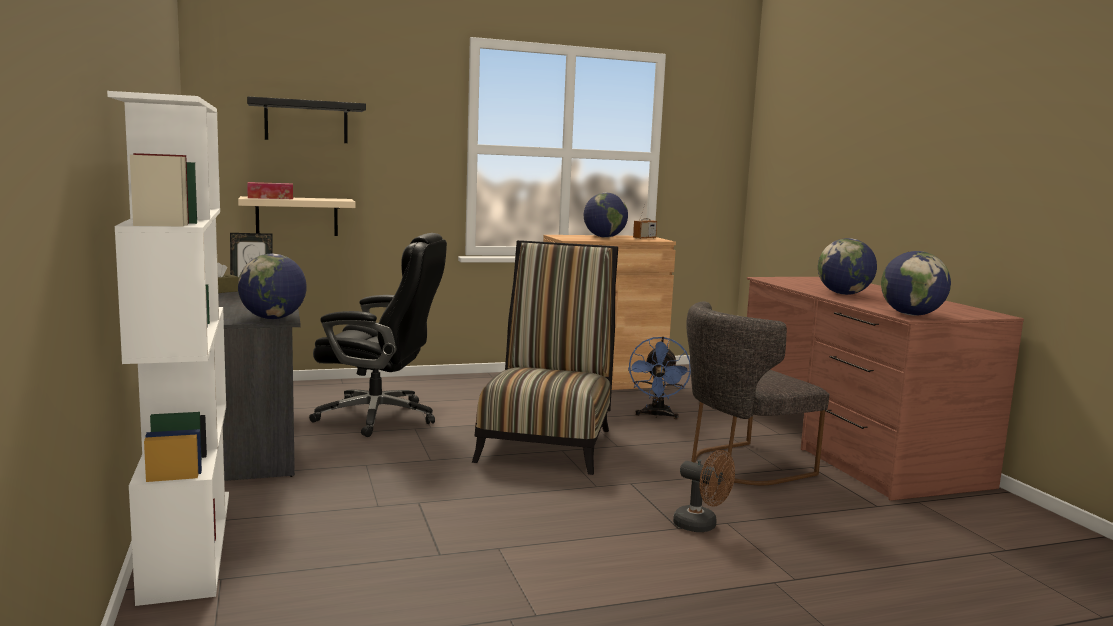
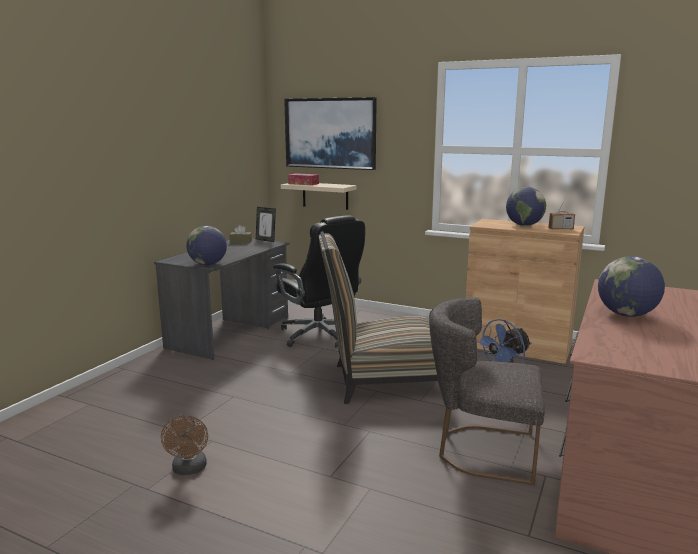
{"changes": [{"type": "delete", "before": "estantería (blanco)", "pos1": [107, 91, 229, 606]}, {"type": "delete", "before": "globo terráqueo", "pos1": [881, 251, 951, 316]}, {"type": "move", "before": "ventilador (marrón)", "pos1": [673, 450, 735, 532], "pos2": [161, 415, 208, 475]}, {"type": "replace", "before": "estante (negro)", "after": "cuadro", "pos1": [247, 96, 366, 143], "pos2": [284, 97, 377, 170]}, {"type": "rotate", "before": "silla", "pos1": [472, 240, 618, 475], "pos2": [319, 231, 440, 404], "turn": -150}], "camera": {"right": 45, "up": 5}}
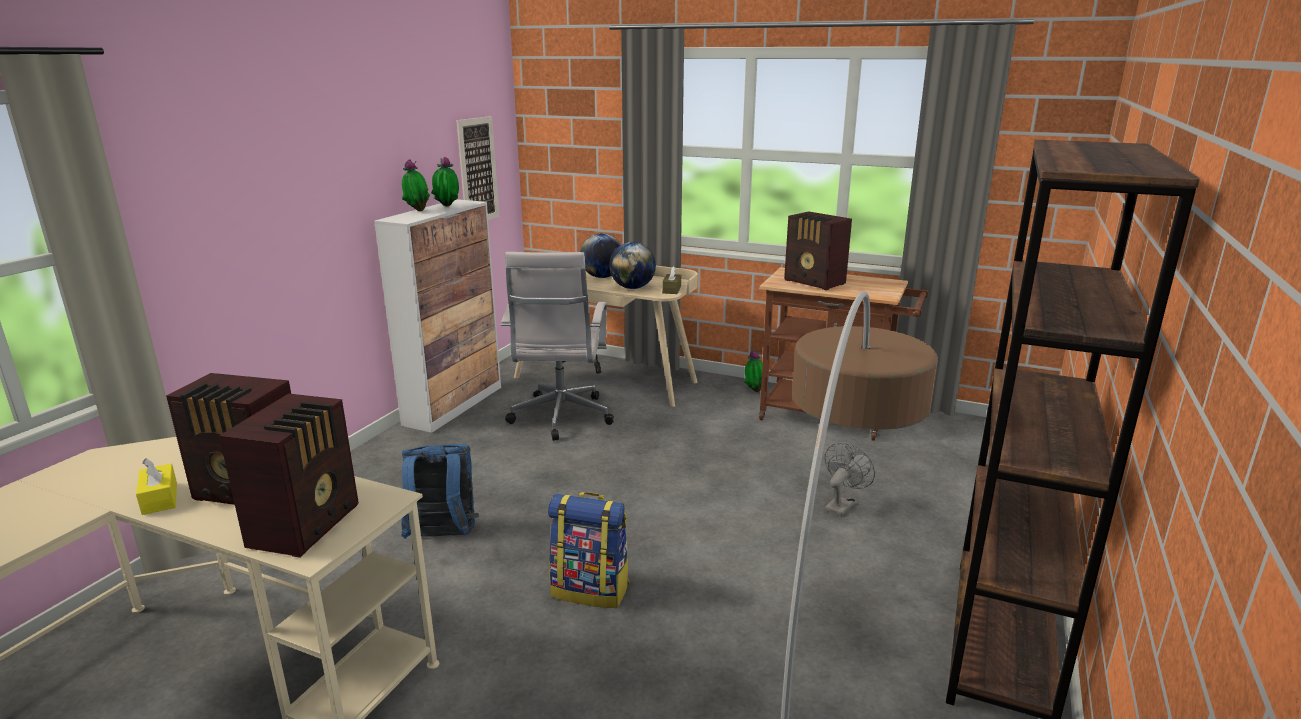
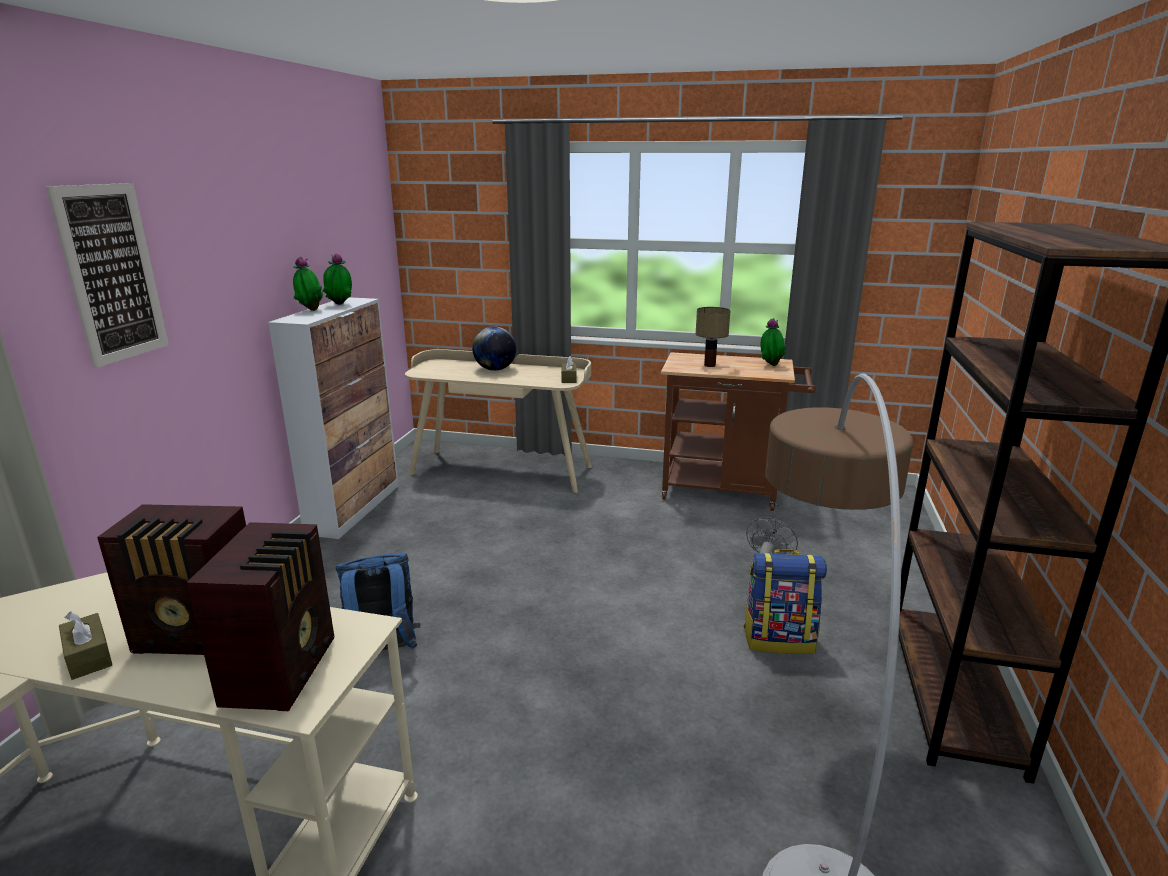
{"changes": [{"type": "delete", "before": "silla de oficina (blanco)", "pos1": [501, 252, 614, 441]}, {"type": "delete", "before": "globo terráqueo", "pos1": [609, 242, 656, 289]}, {"type": "move", "before": "cuadro", "pos1": [457, 116, 500, 220], "pos2": [46, 183, 169, 368]}, {"type": "move", "before": "mochila", "pos1": [548, 492, 630, 608], "pos2": [743, 549, 827, 654]}, {"type": "move", "before": "planta en maceta", "pos1": [744, 351, 763, 392], "pos2": [760, 318, 786, 366]}, {"type": "replace", "before": "radio", "after": "lámpara de mesa", "pos1": [784, 211, 852, 290], "pos2": [696, 307, 731, 367]}, {"type": "recolor", "before": "caja de pañuelos (amarillo)", "after": "caja de pañuelos (marrón)", "pos1": [136, 458, 177, 515], "pos2": [59, 611, 112, 680]}], "camera": {"right": -10, "up": 0}}
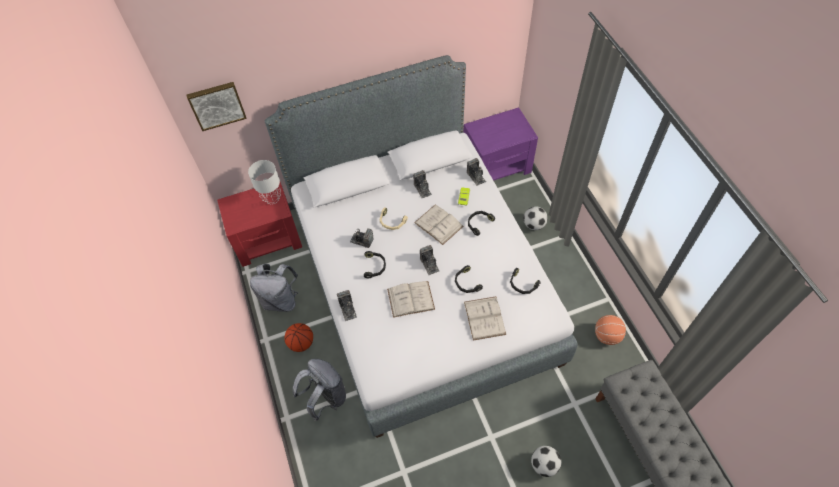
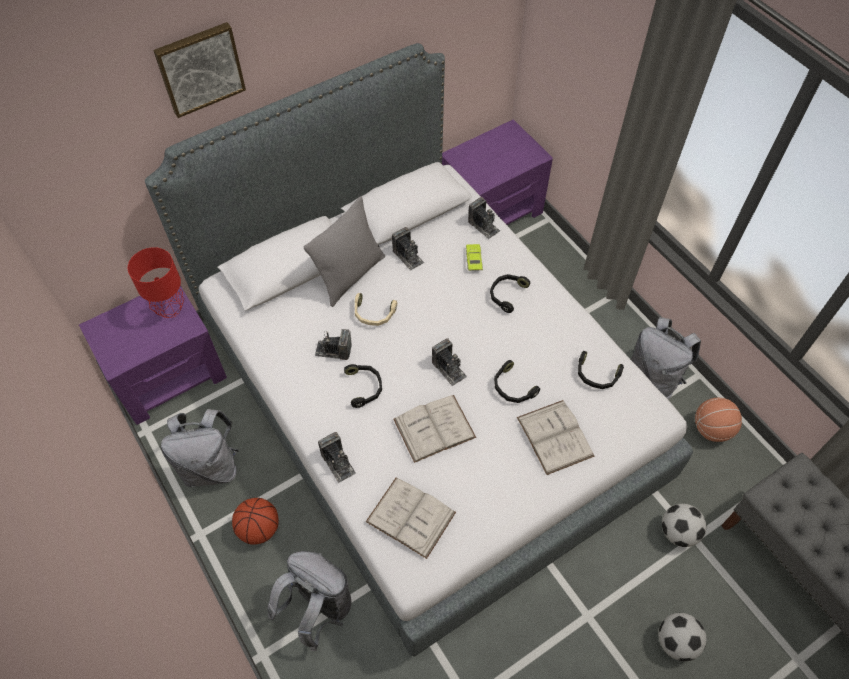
{"changes": [{"type": "insert", "after": "cojín (gris)", "pos2": [303, 196, 385, 307]}, {"type": "insert", "after": "mochila (gris)", "pos2": [631, 317, 701, 399]}, {"type": "move", "before": "cuadro", "pos1": [186, 82, 247, 131], "pos2": [153, 22, 246, 118]}, {"type": "move", "before": "libro (blanco)", "pos1": [414, 205, 463, 245], "pos2": [366, 477, 456, 559]}, {"type": "move", "before": "balón de fútbol", "pos1": [523, 206, 548, 230], "pos2": [662, 504, 706, 547]}, {"type": "recolor", "before": "mesita de noche (rojo)", "after": "mesita de noche (morado)", "pos1": [217, 182, 302, 267], "pos2": [79, 286, 227, 425]}, {"type": "recolor", "before": "lámpara de mesa (gris)", "after": "lámpara de mesa (rojo)", "pos1": [248, 160, 281, 204], "pos2": [128, 247, 184, 318]}], "camera": {"right": -15, "up": 0}}
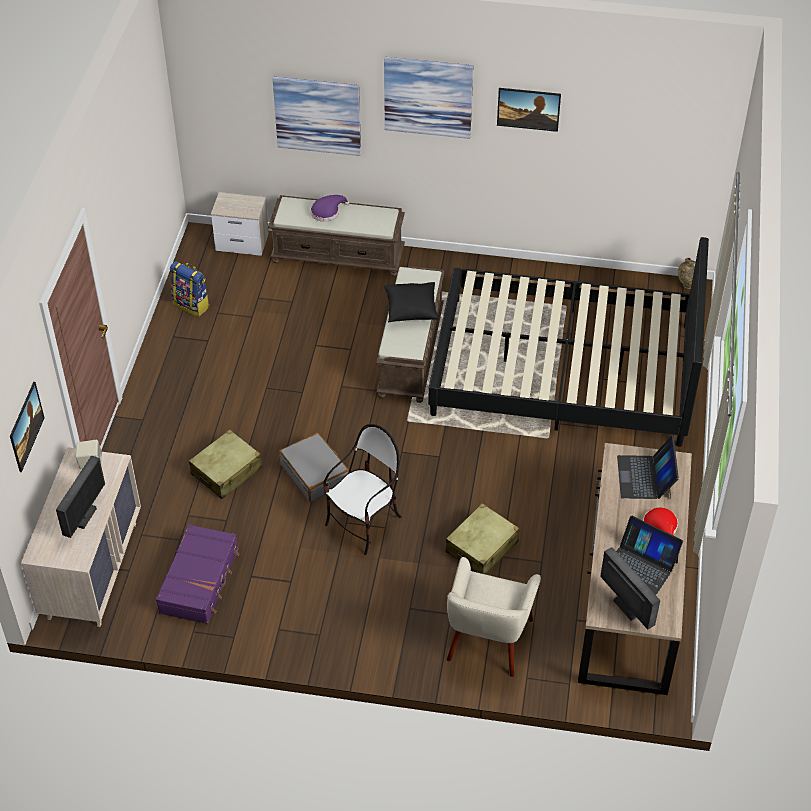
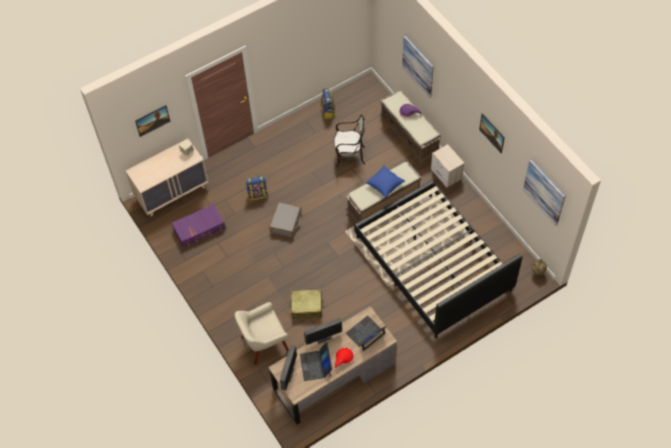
{"changes": [{"type": "move", "before": "monitor", "pos1": [56, 456, 105, 538], "pos2": [304, 318, 342, 345]}, {"type": "move", "before": "mesita de noche", "pos1": [211, 192, 269, 256], "pos2": [431, 144, 464, 188]}, {"type": "move", "before": "silla", "pos1": [323, 424, 402, 555], "pos2": [334, 115, 365, 167]}, {"type": "move", "before": "cuadro", "pos1": [384, 57, 473, 139], "pos2": [523, 160, 565, 226]}, {"type": "replace", "before": "maleta (beis)", "after": "mochila", "pos1": [189, 429, 263, 499], "pos2": [246, 175, 268, 200]}, {"type": "recolor", "before": "cojín (negro)", "after": "cojín (azul)", "pos1": [384, 282, 439, 322], "pos2": [365, 165, 405, 198]}], "camera": {"right": 50, "up": 10}}
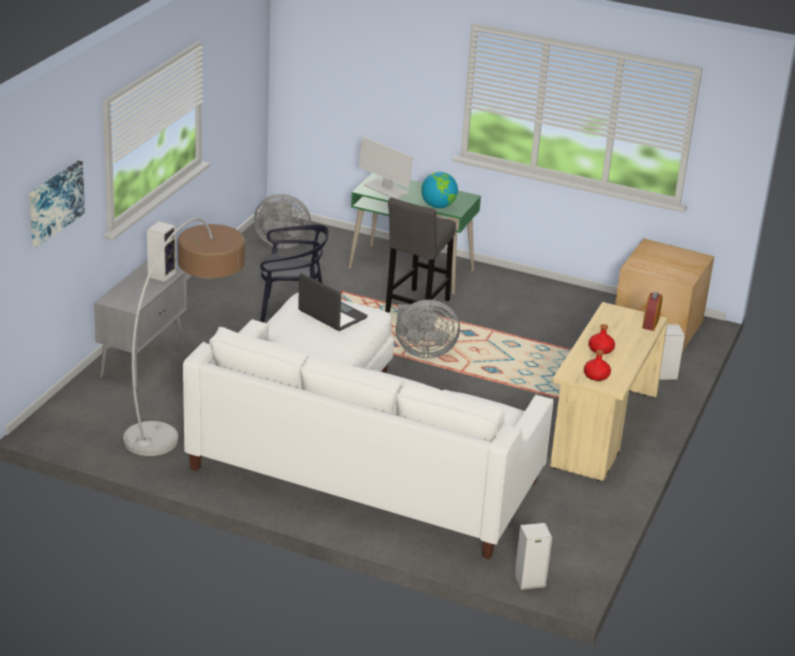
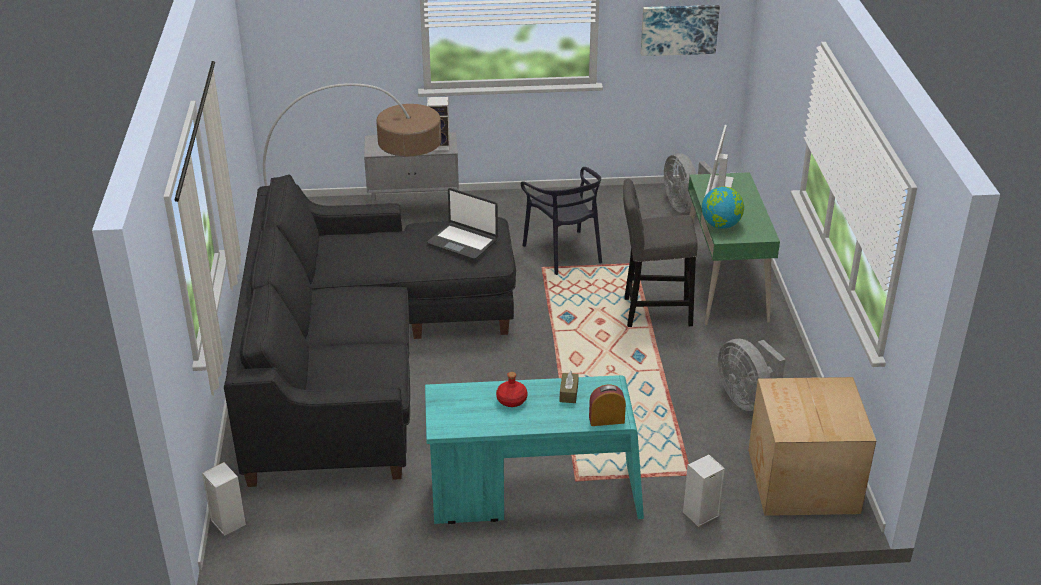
{"changes": [{"type": "delete", "before": "botella (rojo)", "pos1": [584, 350, 611, 381]}, {"type": "insert", "after": "caja de pañuelos (marrón)", "pos2": [560, 371, 579, 403]}, {"type": "move", "before": "cuadro", "pos1": [29, 160, 85, 247], "pos2": [641, 5, 720, 56]}, {"type": "move", "before": "ventilador (gris)", "pos1": [396, 300, 460, 359], "pos2": [718, 339, 786, 411]}, {"type": "recolor", "before": "sofá (blanco)", "after": "sofá (negro)", "pos1": [183, 292, 554, 559], "pos2": [224, 174, 516, 487]}, {"type": "recolor", "before": "escritorio (beis)", "after": "escritorio (turquesa)", "pos1": [550, 302, 668, 481], "pos2": [425, 375, 644, 524]}, {"type": "rotate", "before": "portátil", "pos1": [298, 273, 367, 331], "pos2": [427, 188, 498, 260], "turn": 105}], "camera": {"right": 65, "up": 5}}
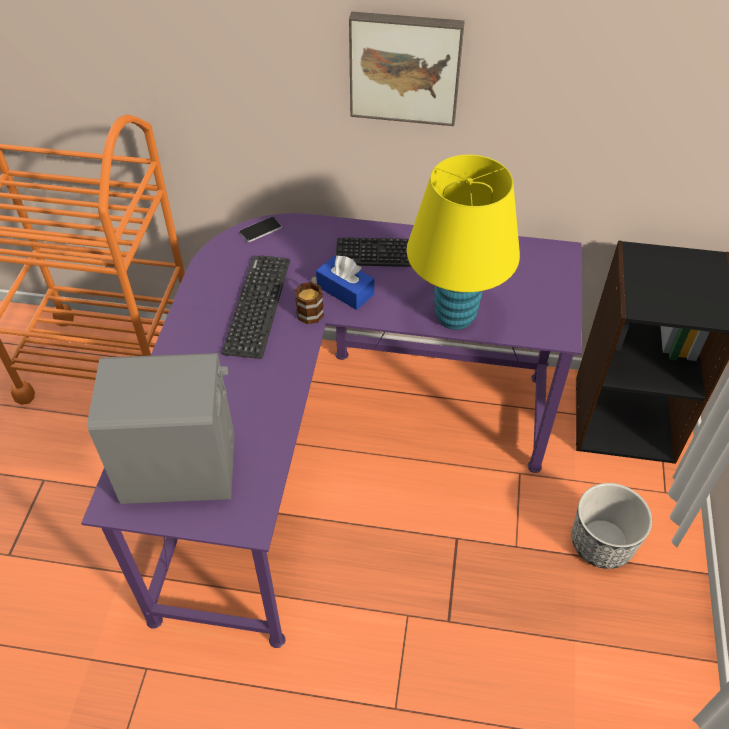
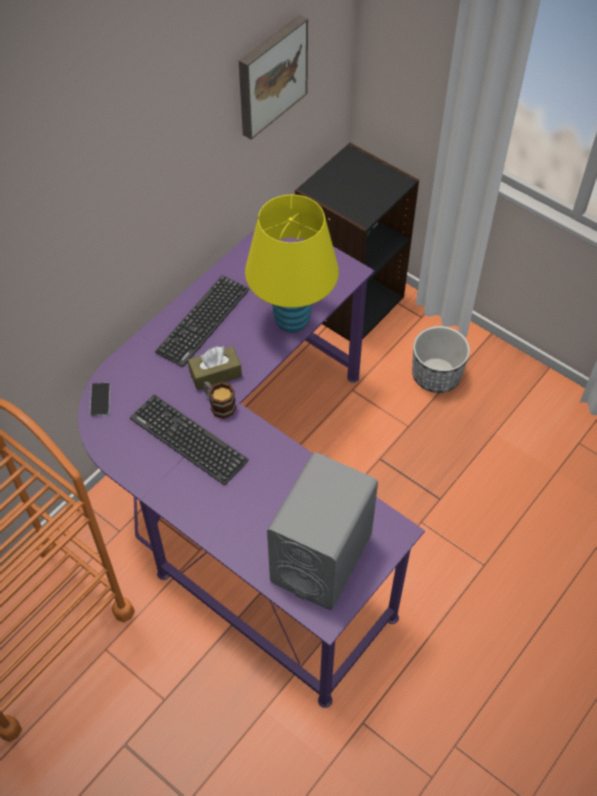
{"changes": [{"type": "move", "before": "cuadro", "pos1": [349, 11, 465, 126], "pos2": [239, 14, 308, 140]}, {"type": "recolor", "before": "caja de pañuelos (azul)", "after": "caja de pañuelos (marrón)", "pos1": [316, 256, 374, 310], "pos2": [188, 346, 242, 390]}], "camera": {"right": -60, "up": 5}}
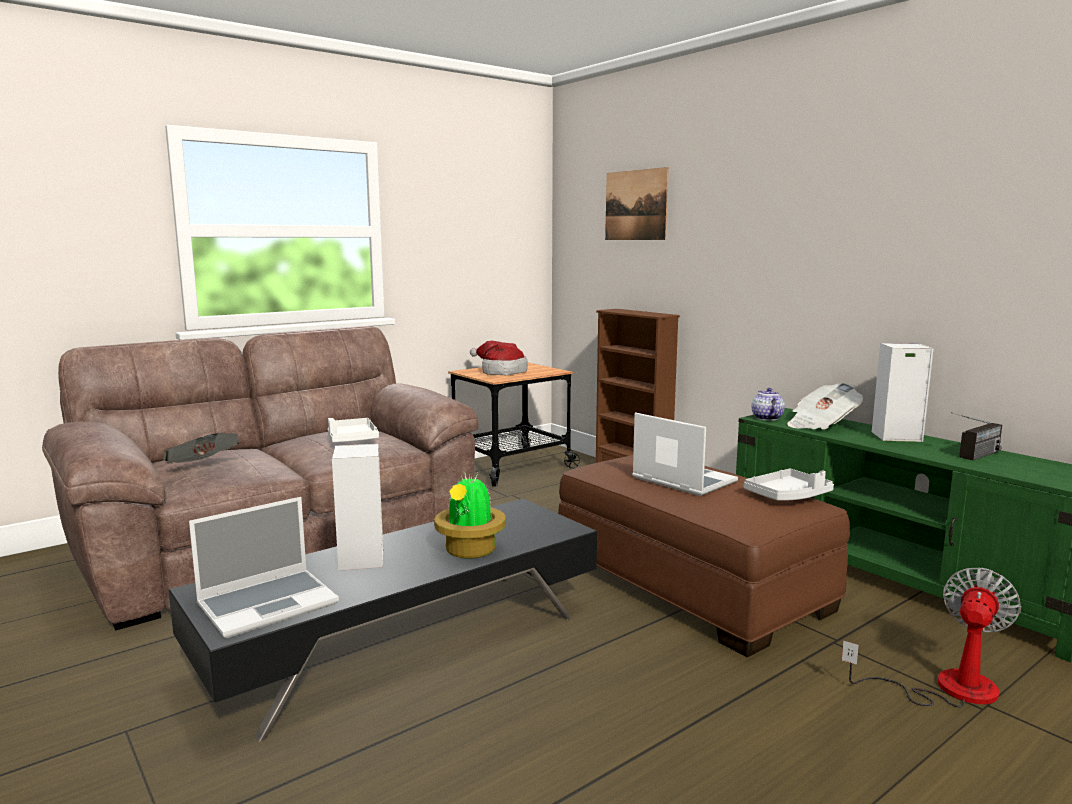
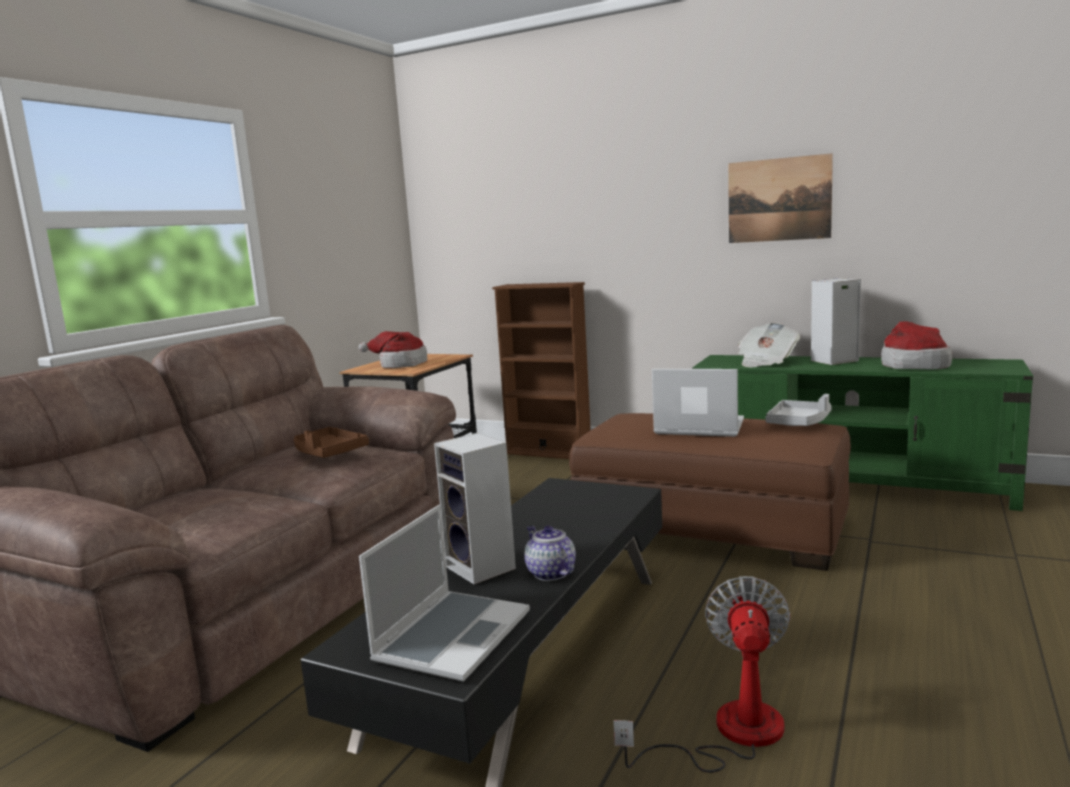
{"changes": [{"type": "delete", "before": "periódico", "pos1": [163, 433, 240, 464]}, {"type": "delete", "before": "planta en maceta", "pos1": [434, 473, 506, 559]}, {"type": "move", "before": "cuadro", "pos1": [605, 167, 669, 240], "pos2": [728, 153, 833, 243]}, {"type": "move", "before": "tetera", "pos1": [752, 388, 785, 421], "pos2": [524, 526, 576, 581]}, {"type": "move", "before": "ventilador", "pos1": [842, 567, 1021, 708], "pos2": [613, 576, 790, 773]}, {"type": "replace", "before": "radio", "after": "sombrero", "pos1": [951, 412, 1002, 460], "pos2": [881, 321, 952, 369]}, {"type": "recolor", "before": "bandeja (blanco)", "after": "bandeja (marrón)", "pos1": [328, 418, 379, 443], "pos2": [294, 427, 369, 458]}], "camera": {"right": -25, "up": 0}}
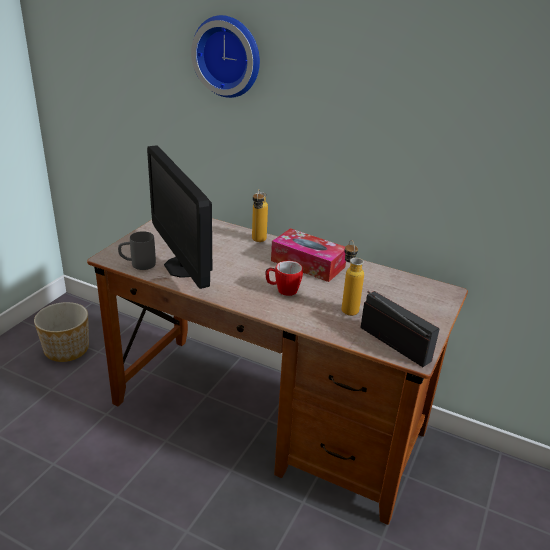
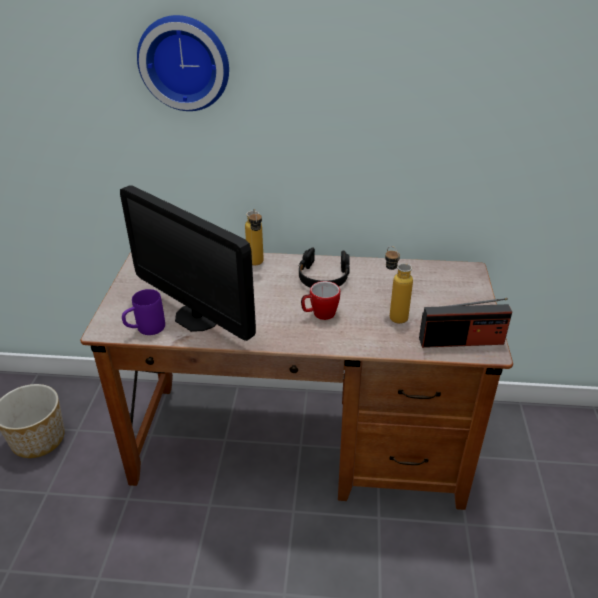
{"changes": [{"type": "replace", "before": "caja de pañuelos", "after": "auriculares (negro)", "pos1": [271, 228, 346, 282], "pos2": [298, 248, 350, 288]}, {"type": "recolor", "before": "taza grande (gris)", "after": "taza grande (morado)", "pos1": [118, 231, 156, 270], "pos2": [122, 289, 165, 335]}, {"type": "rotate", "before": "radio", "pos1": [360, 291, 440, 367], "pos2": [419, 298, 512, 348], "turn": 150}], "camera": {"right": -20, "up": 5}}
